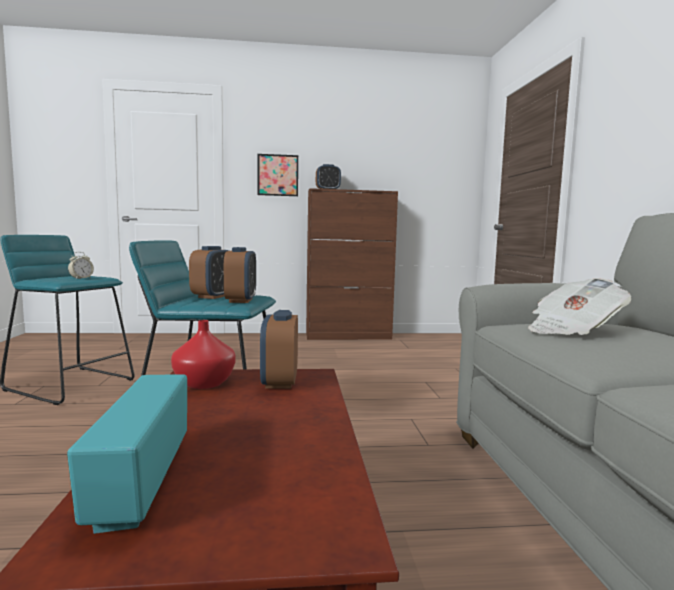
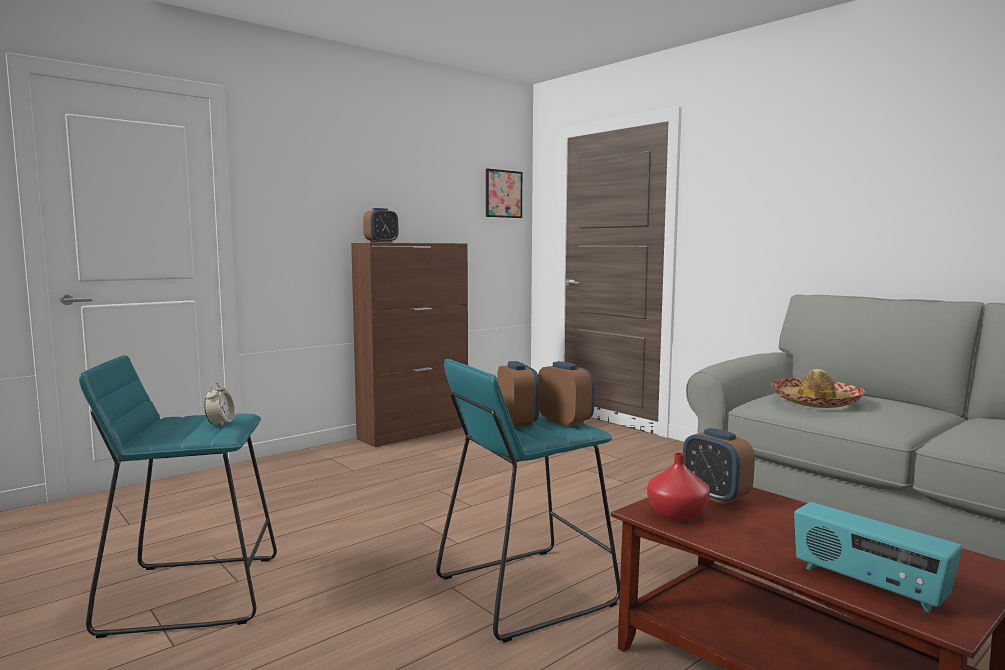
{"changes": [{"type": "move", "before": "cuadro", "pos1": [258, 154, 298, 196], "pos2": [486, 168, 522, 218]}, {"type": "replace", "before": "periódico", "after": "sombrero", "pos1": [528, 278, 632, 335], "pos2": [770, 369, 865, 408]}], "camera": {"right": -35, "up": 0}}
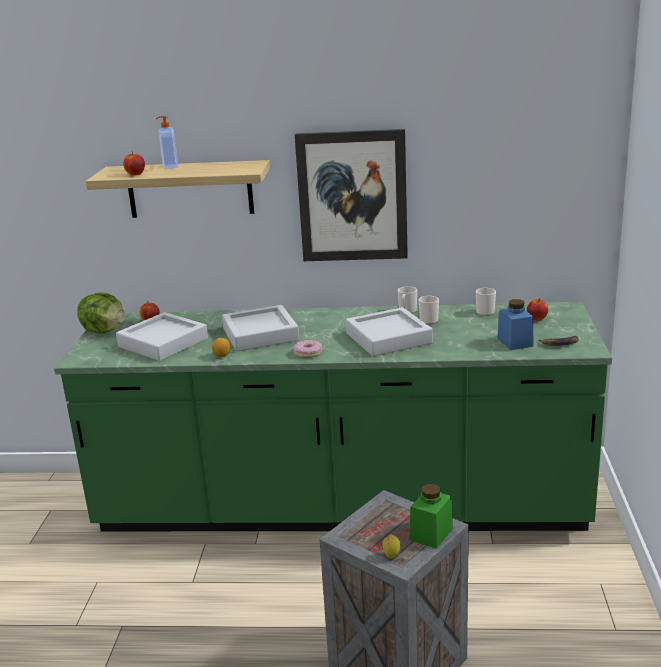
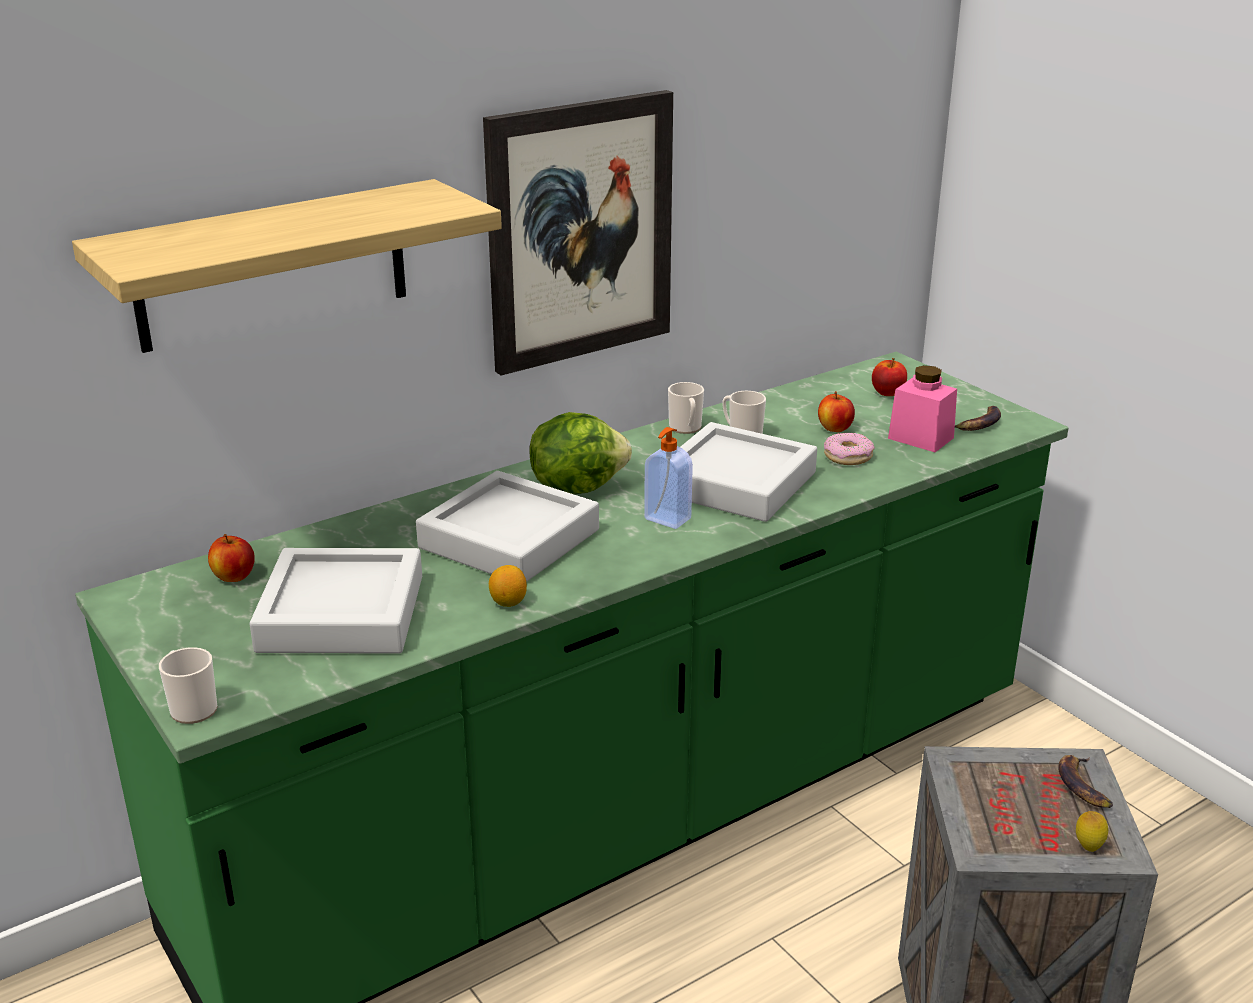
{"changes": [{"type": "move", "before": "lechuga", "pos1": [77, 292, 125, 334], "pos2": [529, 412, 632, 494]}, {"type": "move", "before": "manzana", "pos1": [123, 151, 145, 176], "pos2": [818, 391, 855, 432]}, {"type": "move", "before": "dispensador de jabón", "pos1": [156, 116, 178, 169], "pos2": [644, 427, 693, 529]}, {"type": "move", "before": "rosquilla", "pos1": [293, 340, 322, 358], "pos2": [824, 433, 875, 465]}, {"type": "move", "before": "taza grande", "pos1": [476, 288, 496, 316], "pos2": [159, 647, 218, 724]}, {"type": "replace", "before": "tarro (verde)", "after": "plátano", "pos1": [410, 484, 453, 549], "pos2": [1058, 755, 1113, 808]}, {"type": "recolor", "before": "tarro (azul)", "after": "tarro (rosa)", "pos1": [497, 299, 533, 350], "pos2": [888, 365, 957, 452]}], "camera": {"right": -40, "up": 5}}
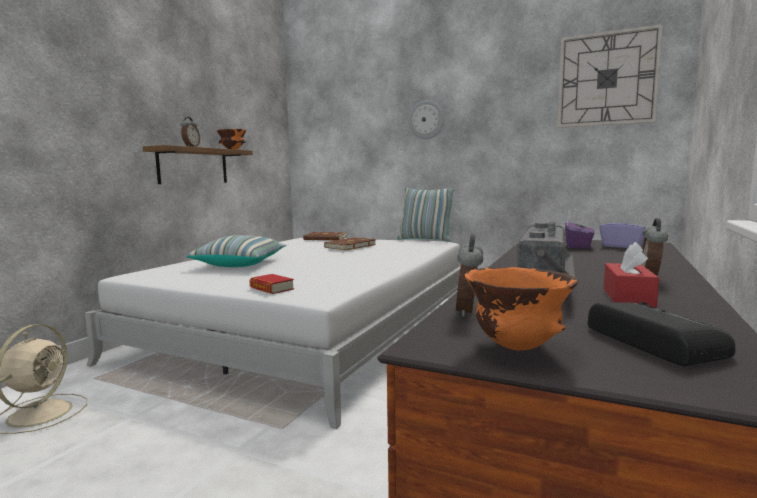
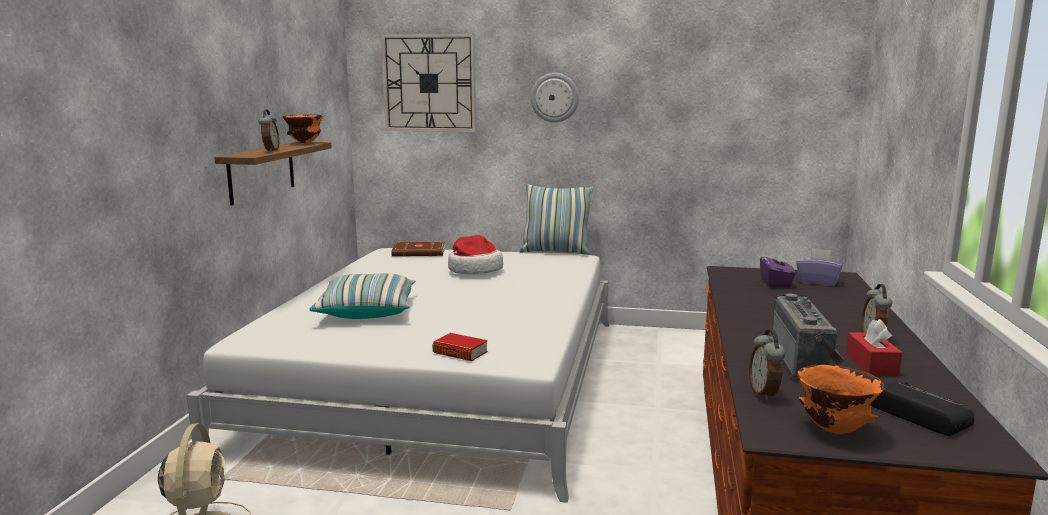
{"changes": [{"type": "move", "before": "reloj de pared", "pos1": [557, 24, 663, 128], "pos2": [381, 33, 476, 132]}, {"type": "replace", "before": "libro (marrón)", "after": "sombrero", "pos1": [324, 237, 376, 250], "pos2": [448, 235, 503, 274]}], "camera": {"right": -15, "up": 5}}
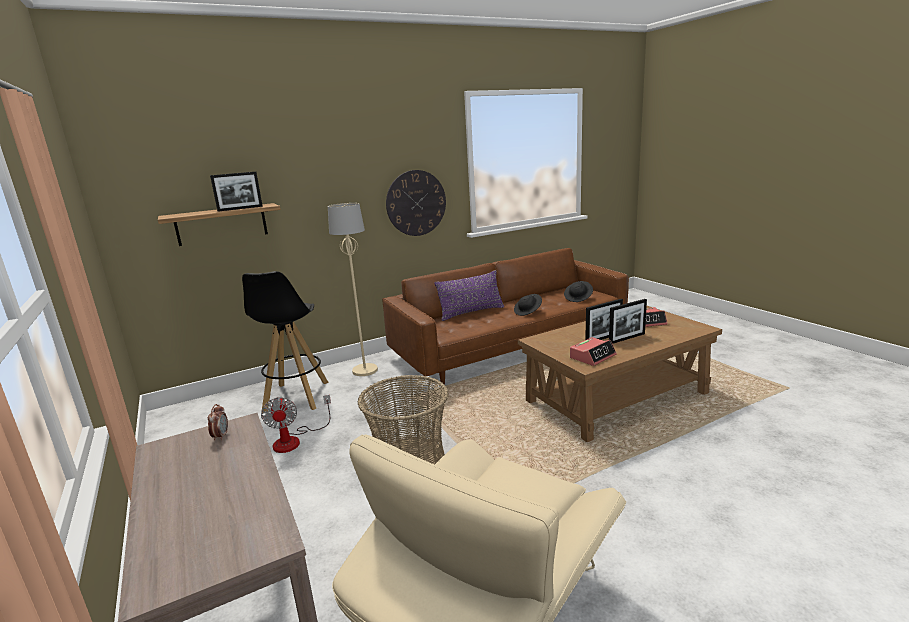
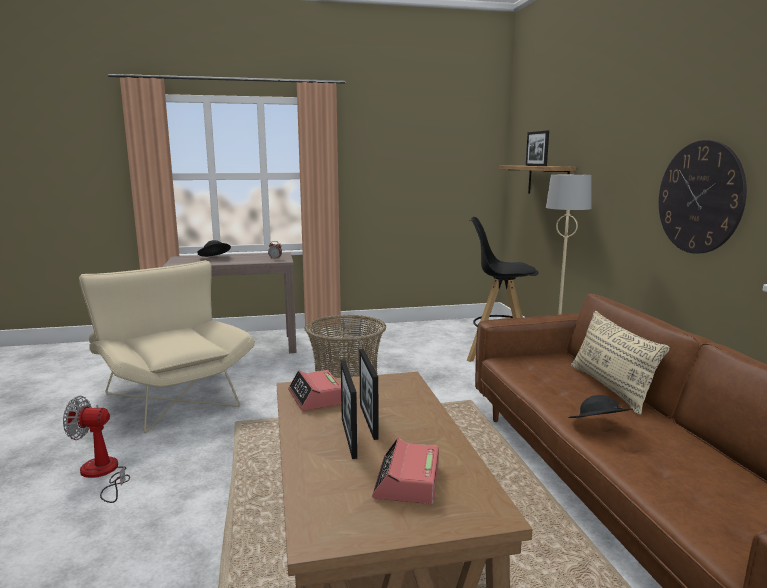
{"changes": [{"type": "move", "before": "ventilador", "pos1": [261, 395, 331, 453], "pos2": [63, 396, 130, 503]}, {"type": "move", "before": "sombrero (negro)", "pos1": [564, 281, 593, 302], "pos2": [197, 240, 231, 257]}, {"type": "recolor", "before": "cojín (morado)", "after": "cojín (beis)", "pos1": [434, 270, 504, 321], "pos2": [571, 311, 670, 415]}], "camera": {"right": 105, "up": -5}}
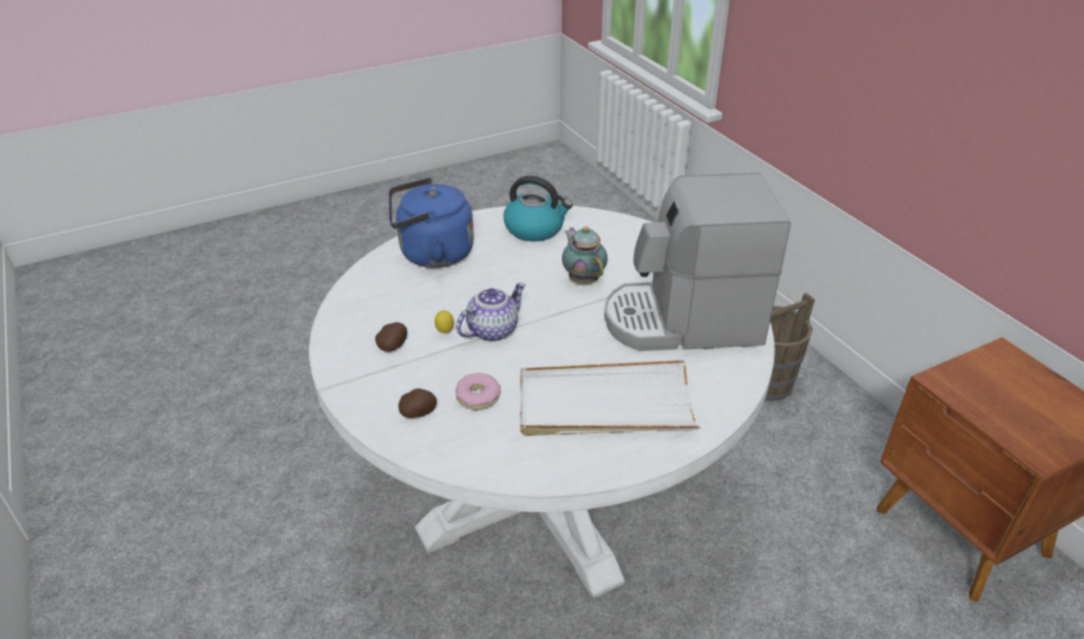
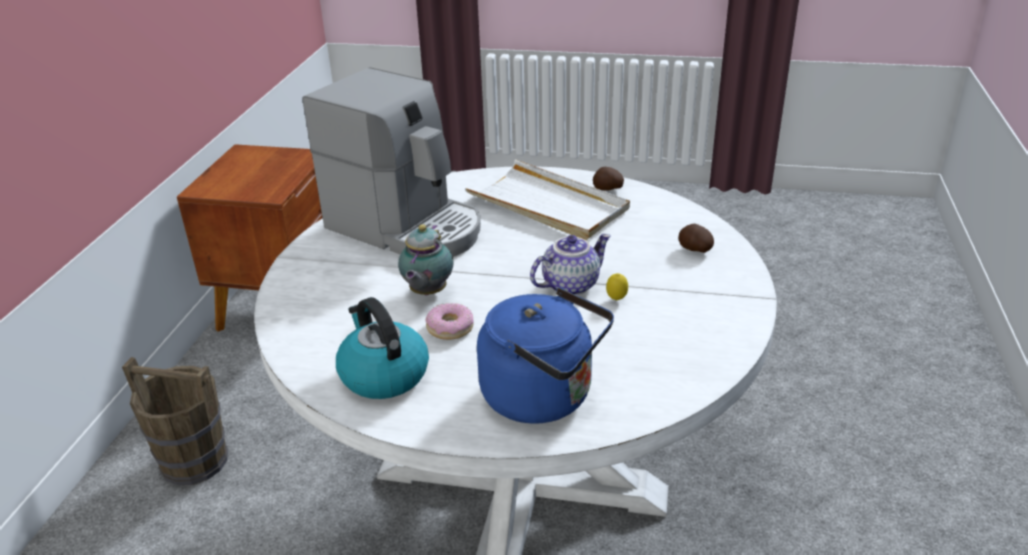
{"changes": [{"type": "move", "before": "patata", "pos1": [375, 322, 407, 352], "pos2": [593, 167, 624, 191]}, {"type": "move", "before": "rosquilla", "pos1": [455, 373, 501, 410], "pos2": [425, 303, 474, 340]}, {"type": "rotate", "before": "tetera", "pos1": [456, 283, 526, 342], "pos2": [530, 234, 611, 295], "turn": 150}], "camera": {"right": -140, "up": -5}}
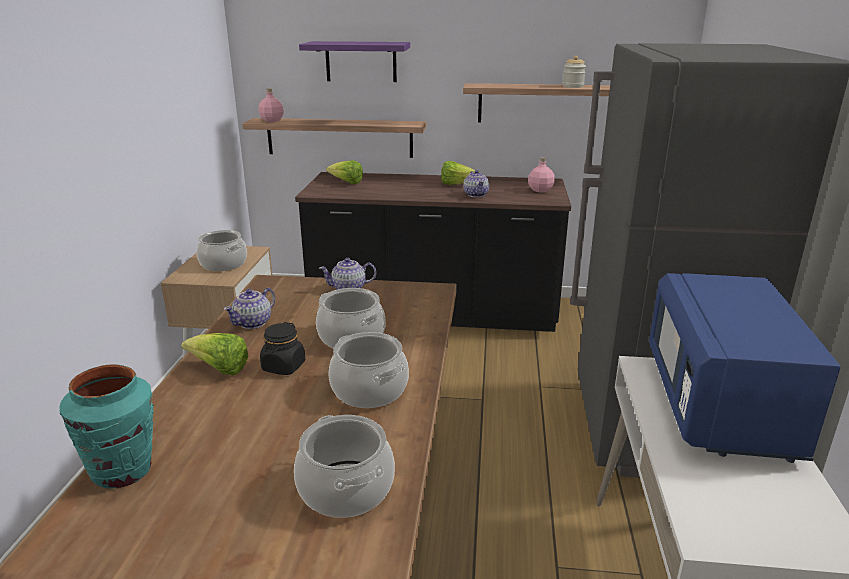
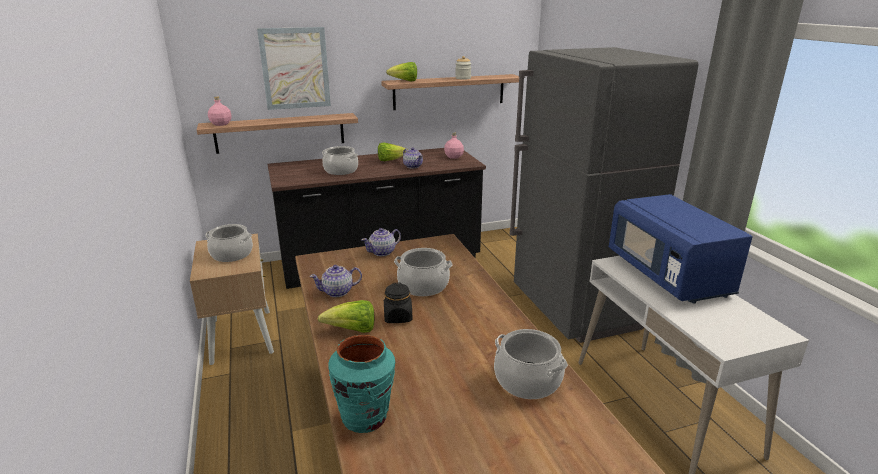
{"changes": [{"type": "move", "before": "lechuga", "pos1": [326, 160, 363, 184], "pos2": [386, 62, 417, 81]}, {"type": "move", "before": "olla", "pos1": [328, 332, 409, 408], "pos2": [322, 146, 358, 175]}, {"type": "replace", "before": "estante (morado)", "after": "cuadro", "pos1": [299, 41, 410, 82], "pos2": [257, 27, 331, 110]}, {"type": "rotate", "before": "tetera", "pos1": [224, 288, 275, 329], "pos2": [309, 265, 362, 297], "turn": 60}], "camera": {"right": -25, "up": 0}}
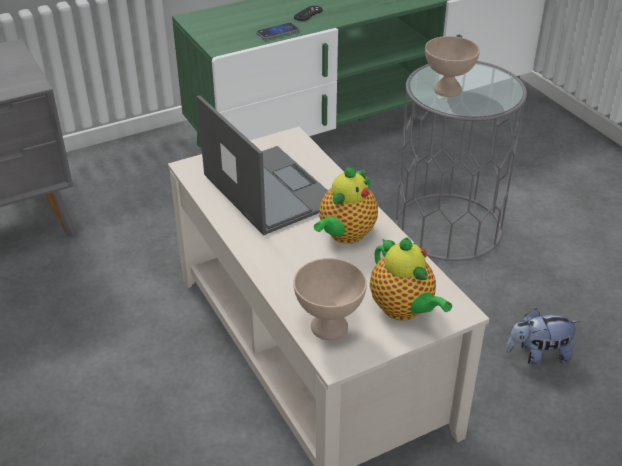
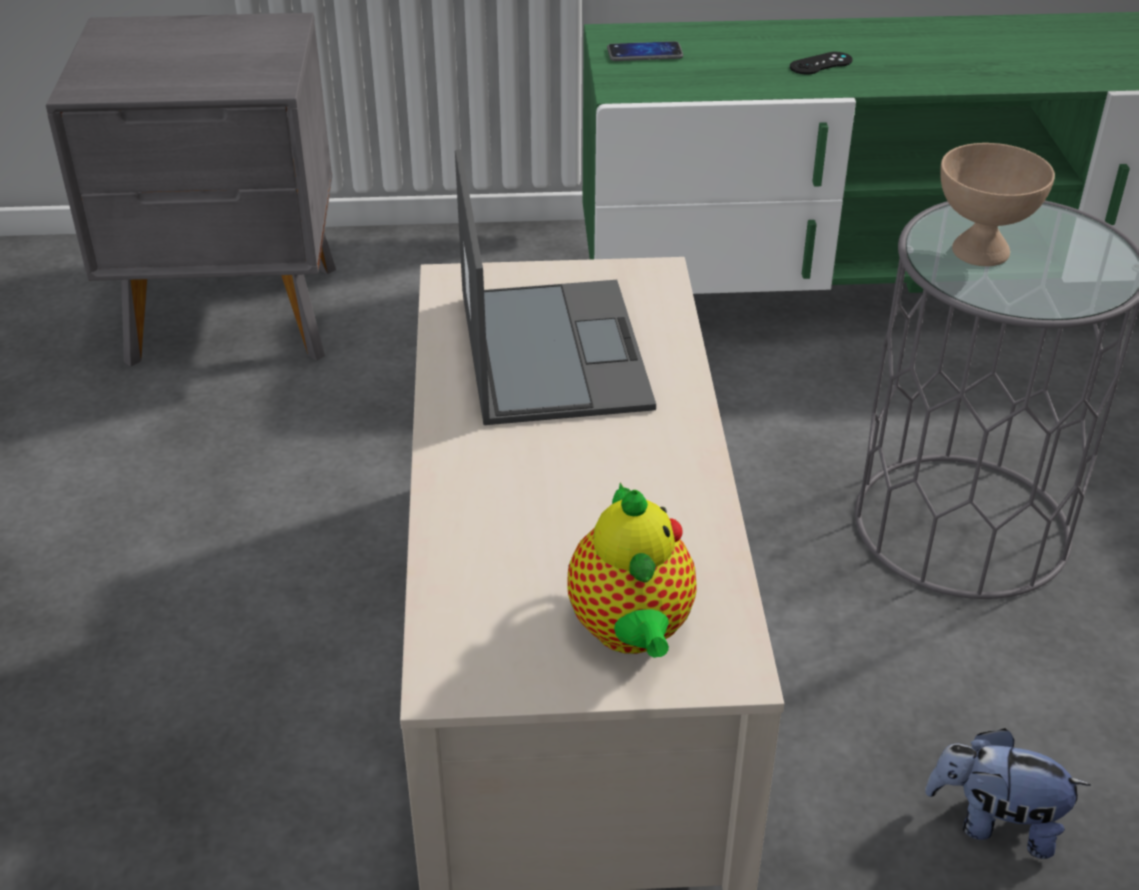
{"changes": [{"type": "delete", "before": "cuenco (beis)", "pos1": [293, 258, 367, 340]}, {"type": "delete", "before": "tetera", "pos1": [314, 166, 378, 244]}, {"type": "move", "before": "móvil", "pos1": [256, 22, 299, 40], "pos2": [607, 41, 683, 61]}], "camera": {"right": 25, "up": 0}}
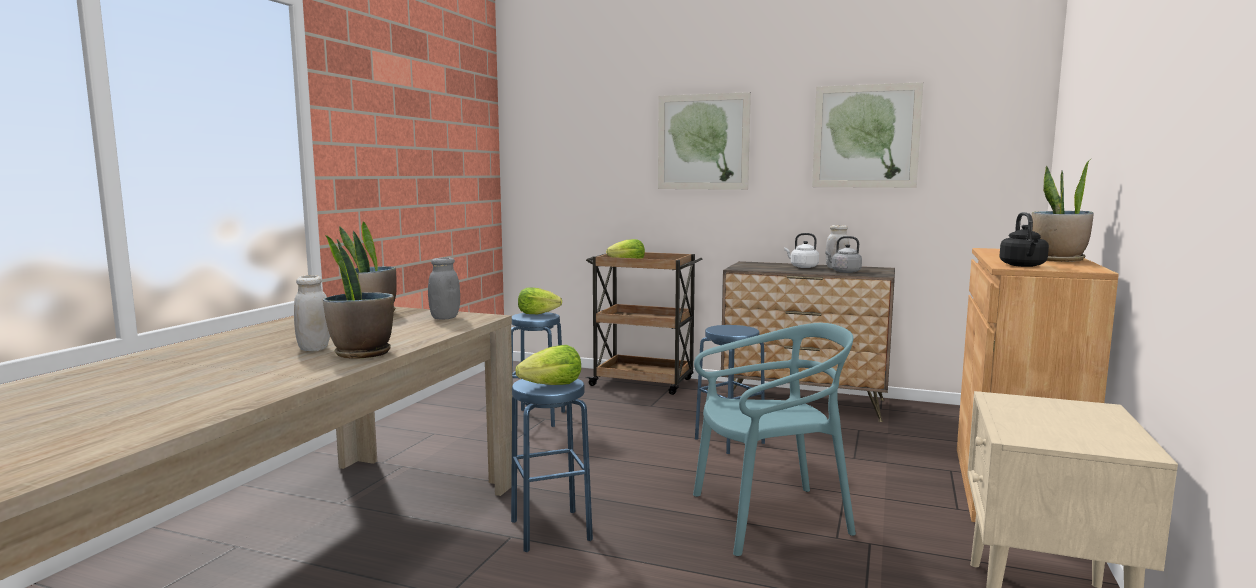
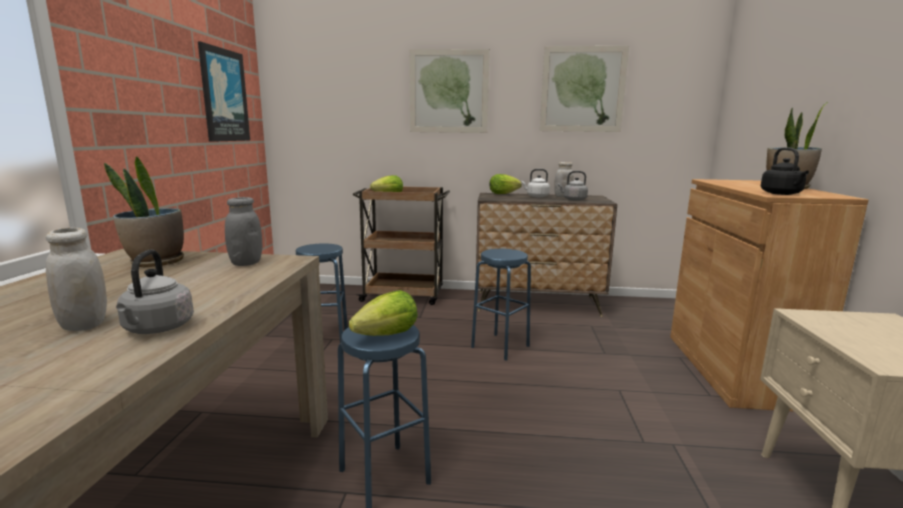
{"changes": [{"type": "delete", "before": "silla (turquesa)", "pos1": [693, 323, 856, 556]}, {"type": "insert", "after": "cuadro", "pos2": [198, 41, 250, 142]}, {"type": "move", "before": "lechuga", "pos1": [518, 287, 562, 314], "pos2": [490, 174, 522, 194]}, {"type": "replace", "before": "planta en maceta", "after": "hervidor (gris)", "pos1": [323, 235, 394, 359], "pos2": [116, 249, 194, 334]}], "camera": {"right": -15, "up": 5}}
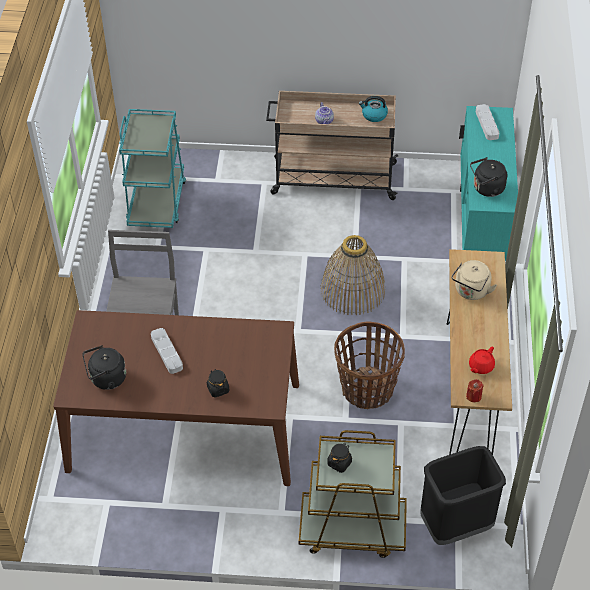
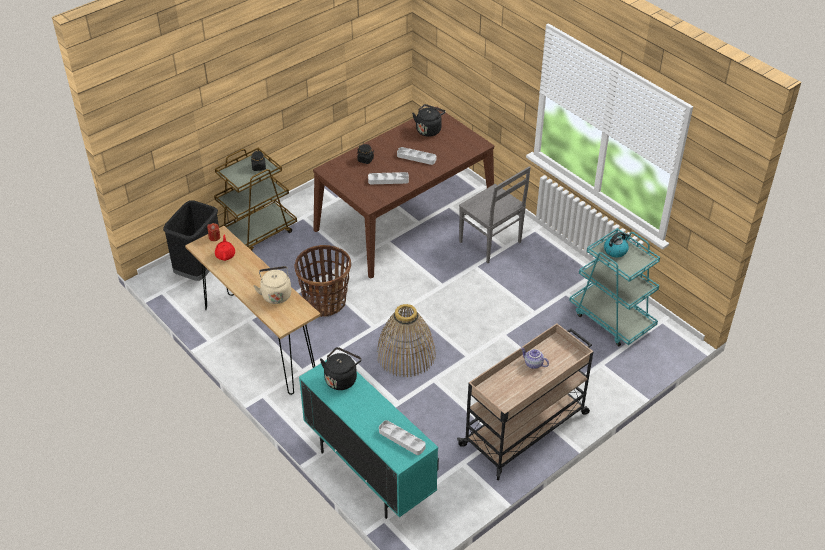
{"changes": [{"type": "insert", "after": "bandeja (gris)", "pos2": [368, 172, 409, 184]}, {"type": "move", "before": "hervidor", "pos1": [359, 96, 388, 122], "pos2": [604, 232, 630, 257]}], "camera": {"right": 135, "up": -5}}
